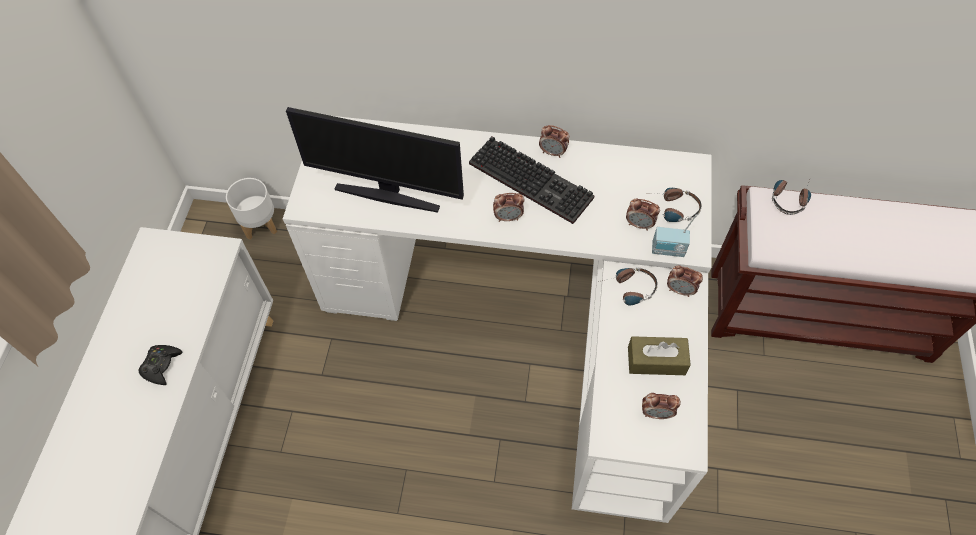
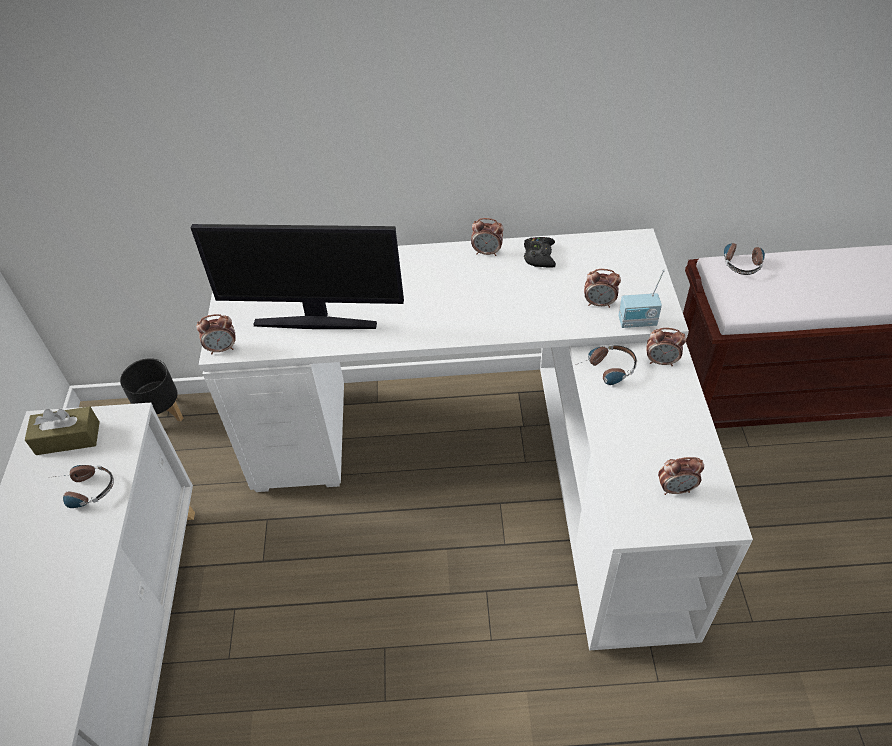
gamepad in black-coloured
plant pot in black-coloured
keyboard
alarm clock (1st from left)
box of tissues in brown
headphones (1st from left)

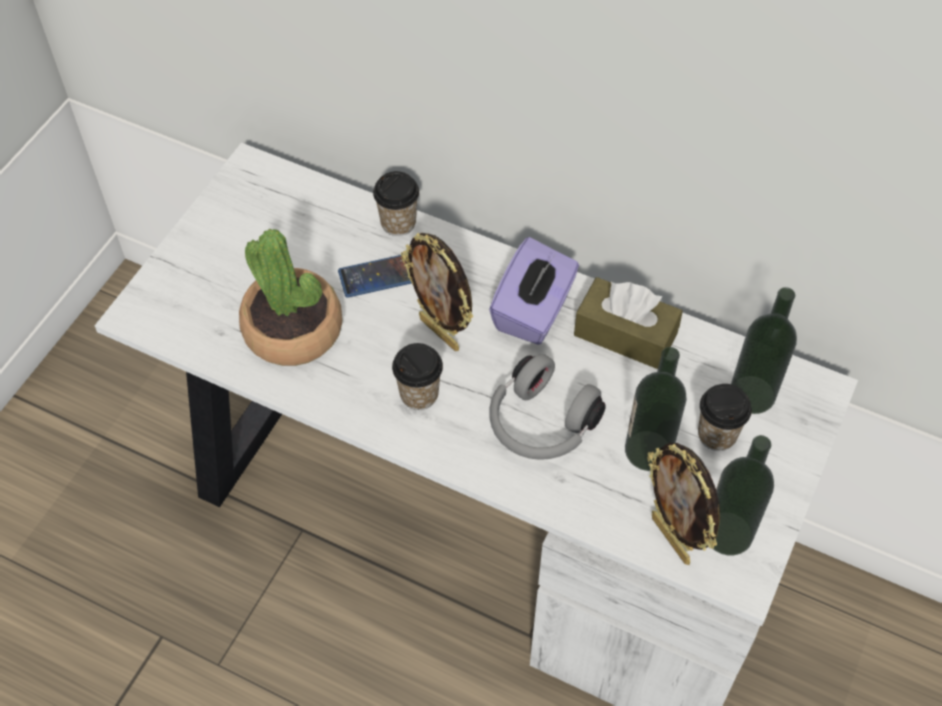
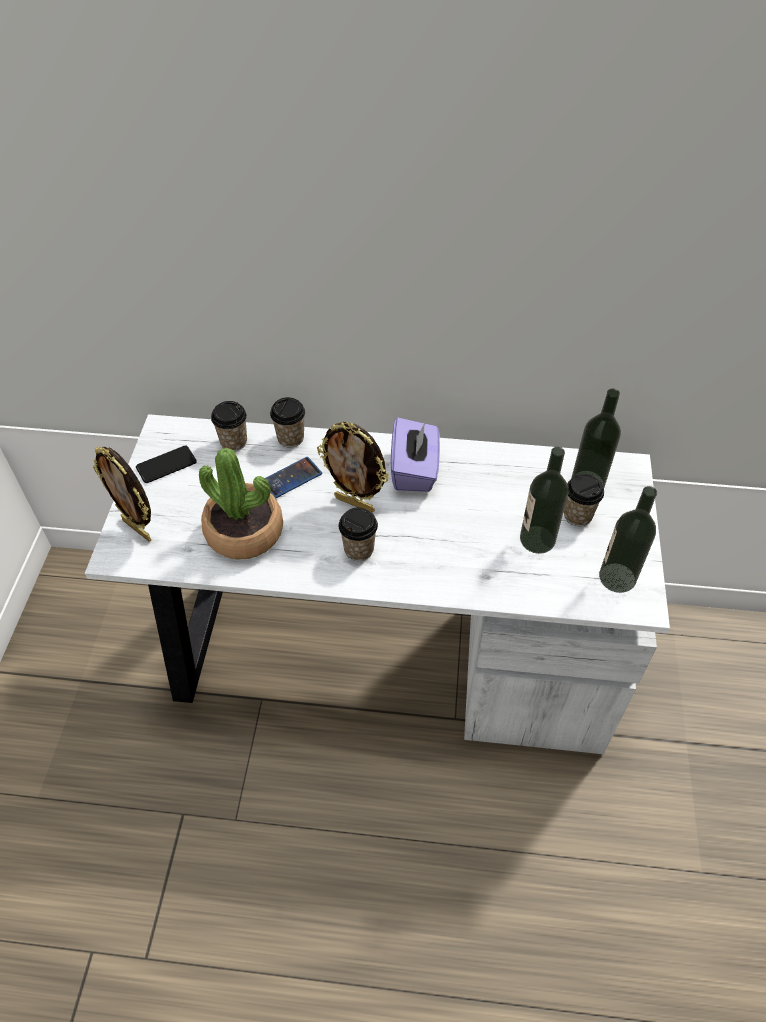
headphones in gray
box of tissues in brown
standing frame (1st from left)
handset (1st from left)
small cup (1st from left)

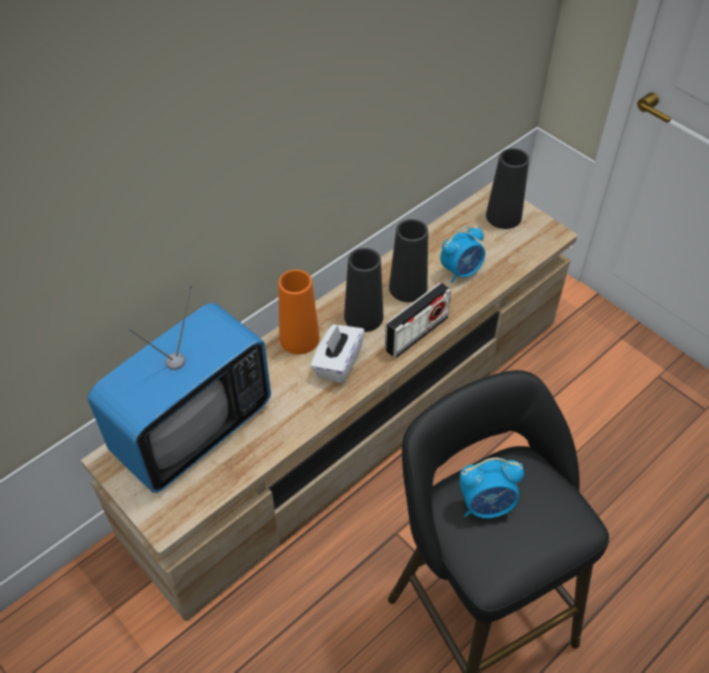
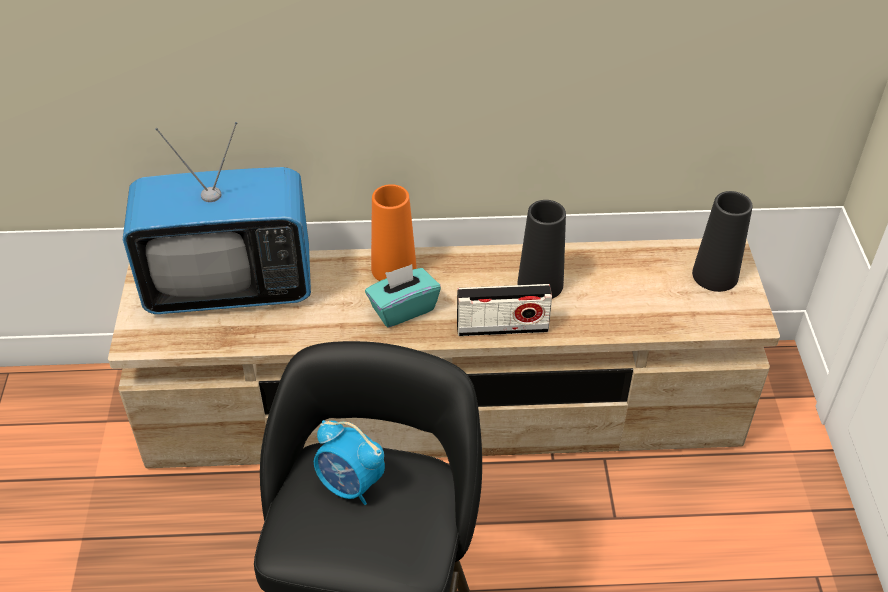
box of tissues in turquoise
flower vase in black-coloured (1st from left in the first image)
alarm clock (1st from left in the first image)

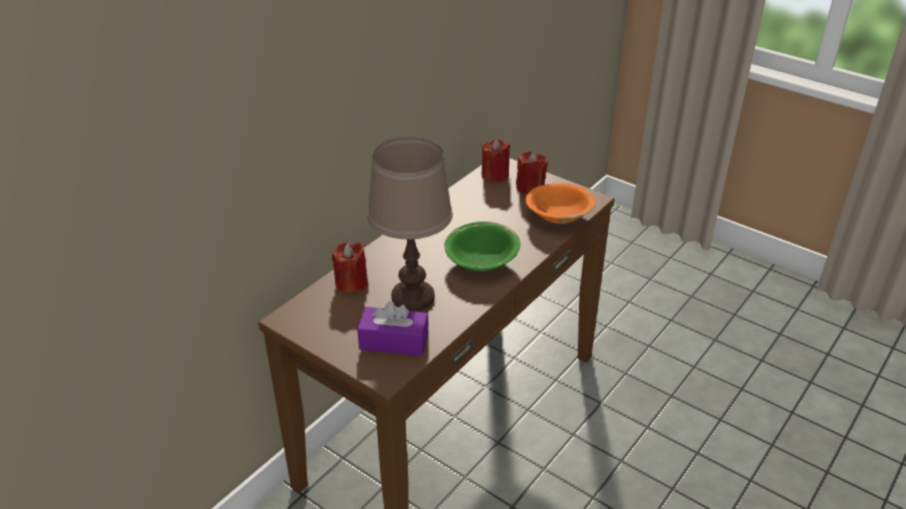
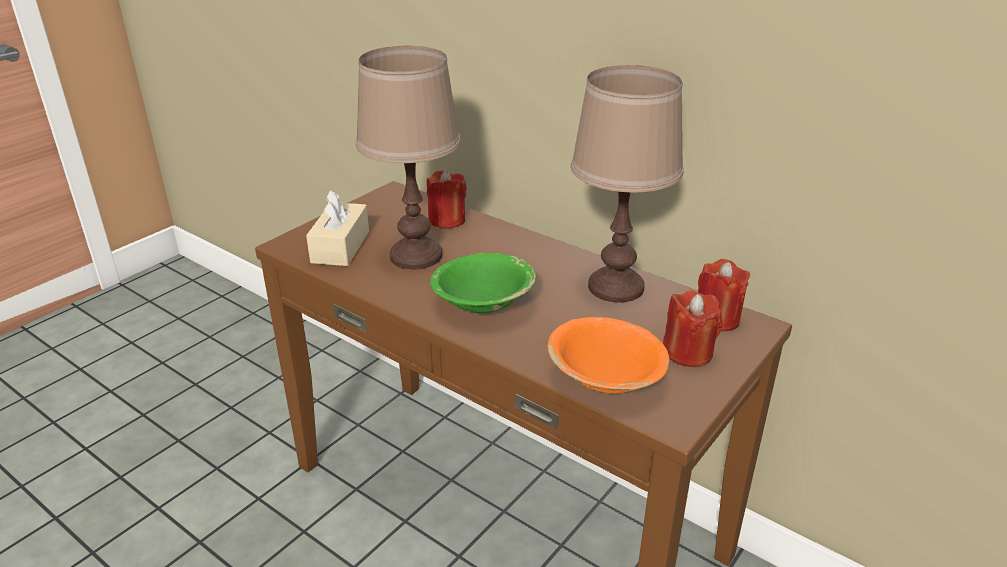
box of tissues in beige
tabletop lamp in brown (2nd from left)

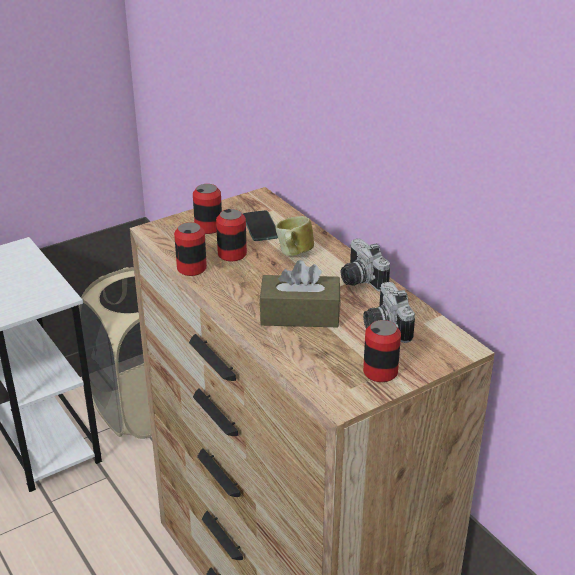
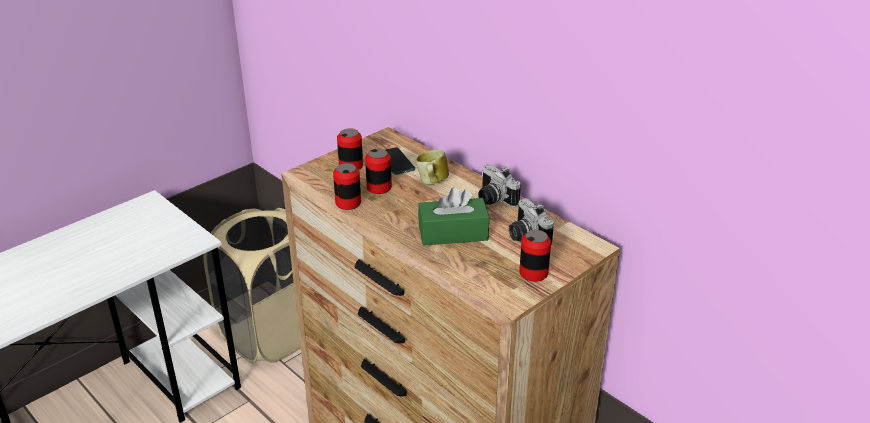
box of tissues in greenish

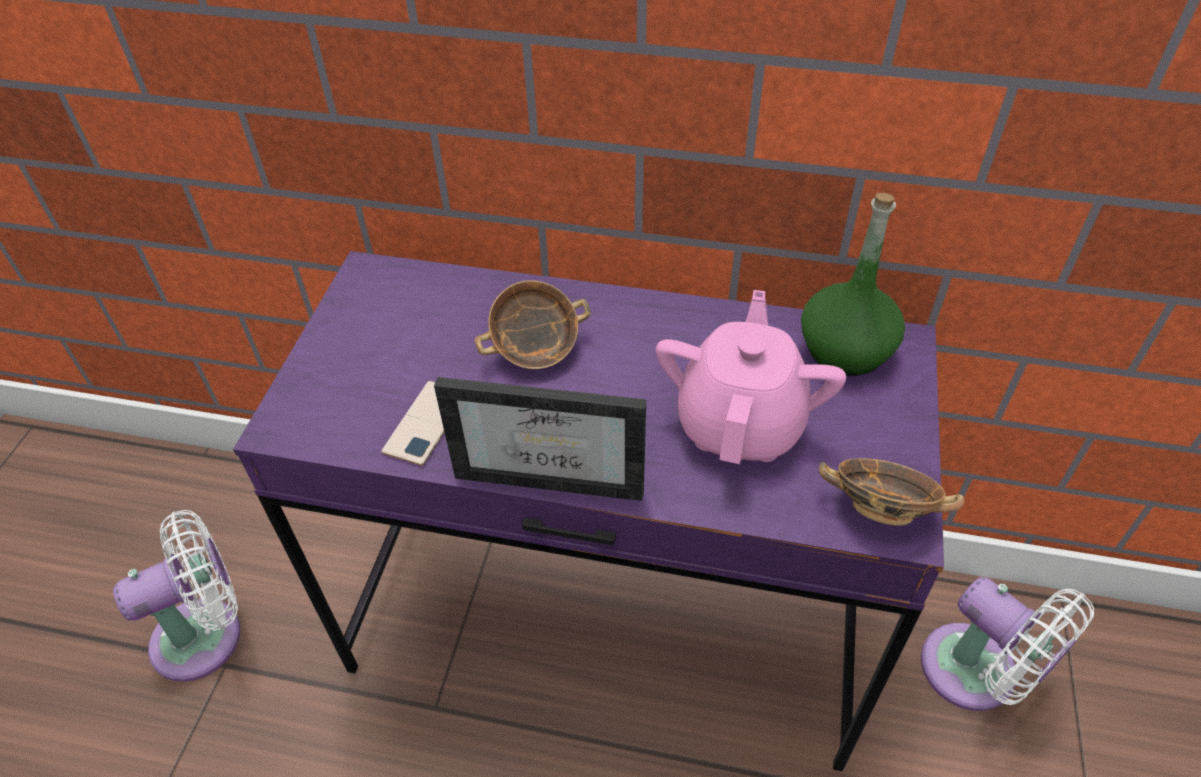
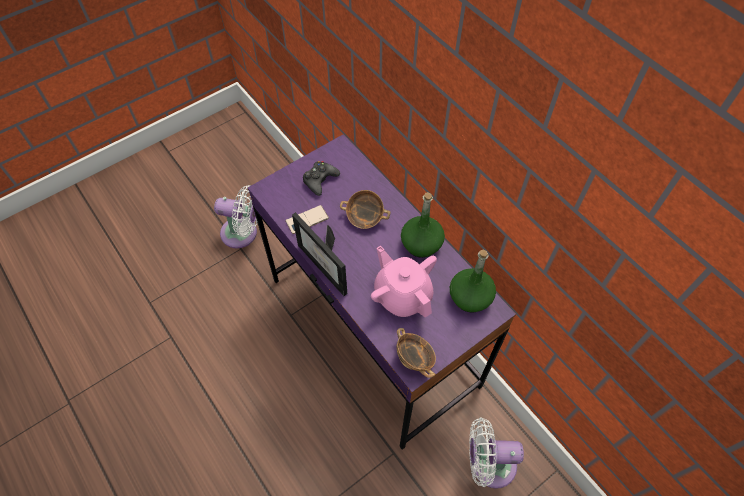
pot for tea in pink-coloured
fan in whitish (2nd from left)
gamepad in black-coloured
bottle in greenish (1st from left)

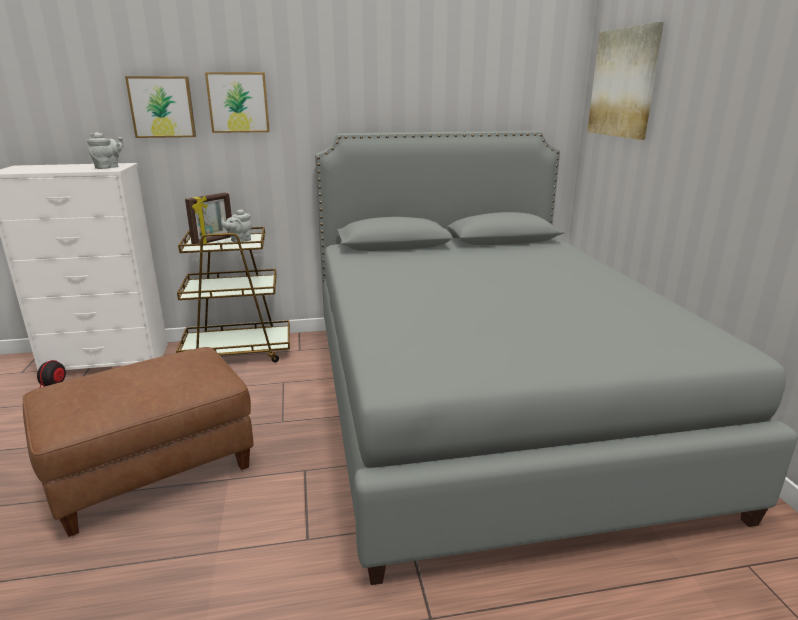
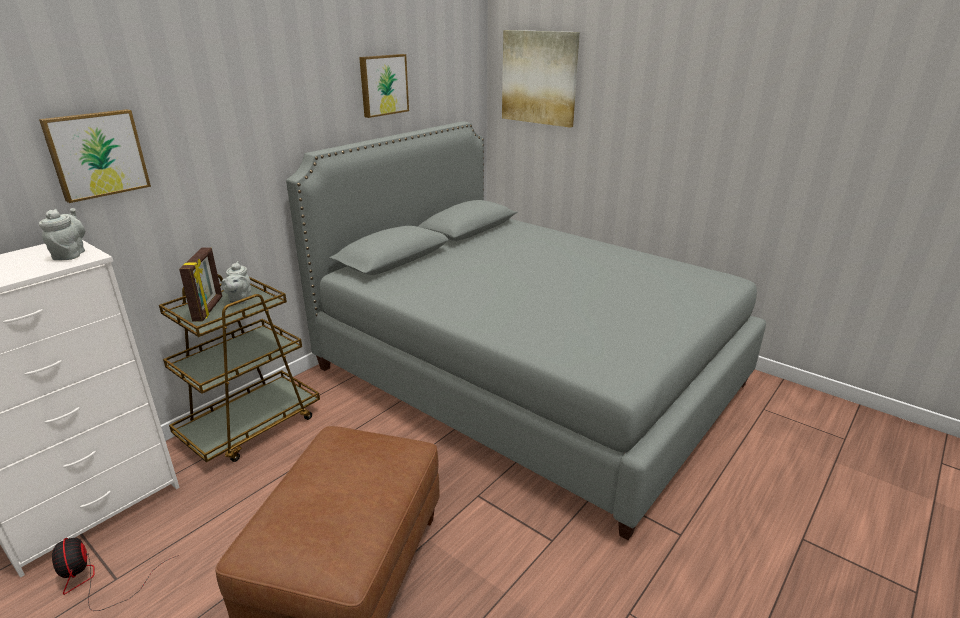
wall art (2nd from left)

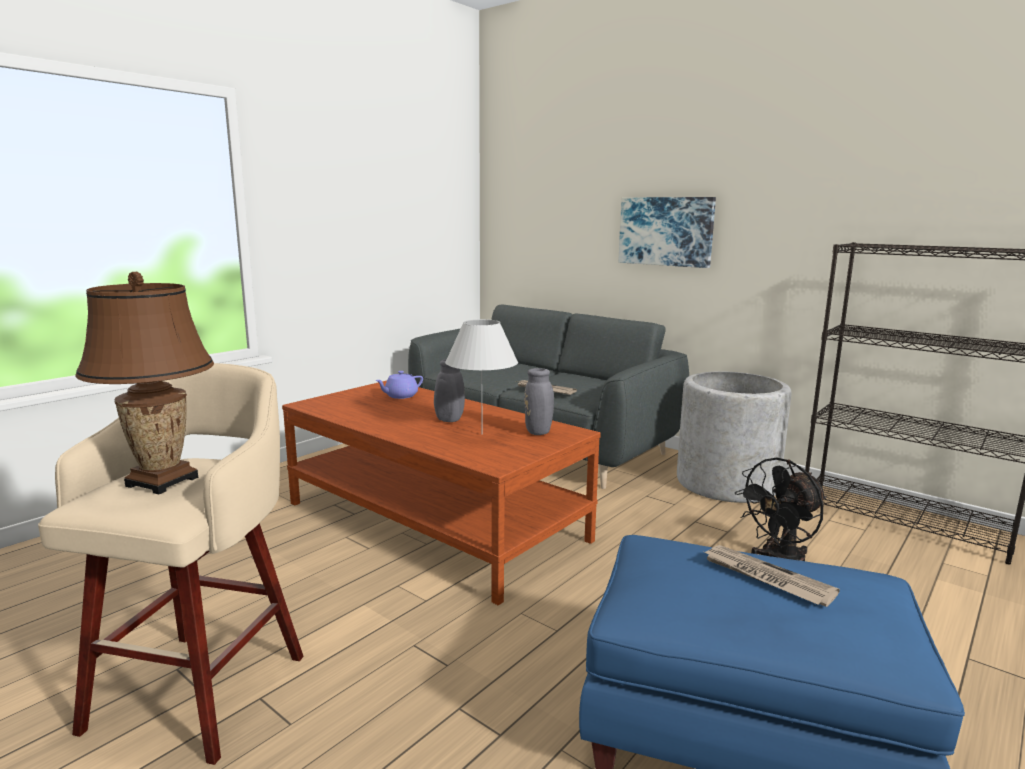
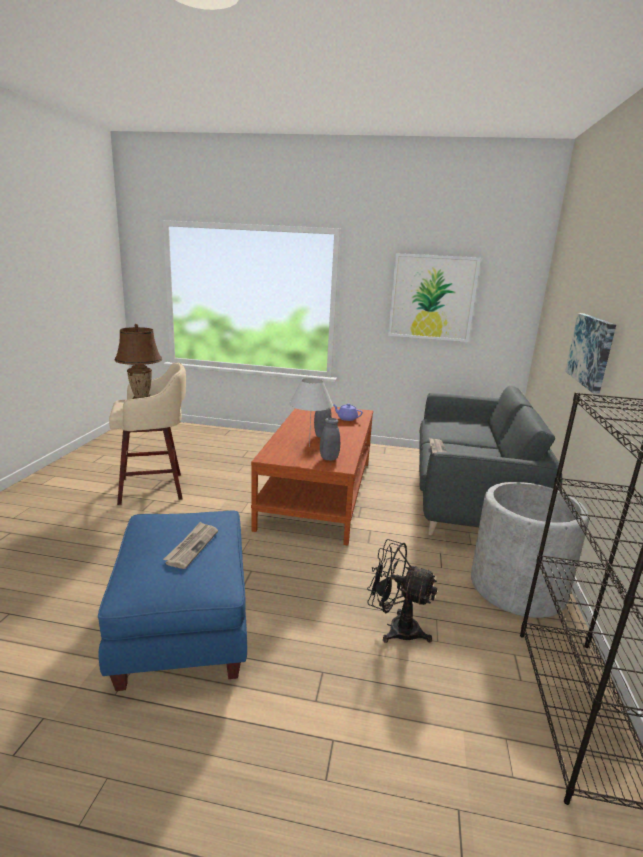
wall art (1st from left)

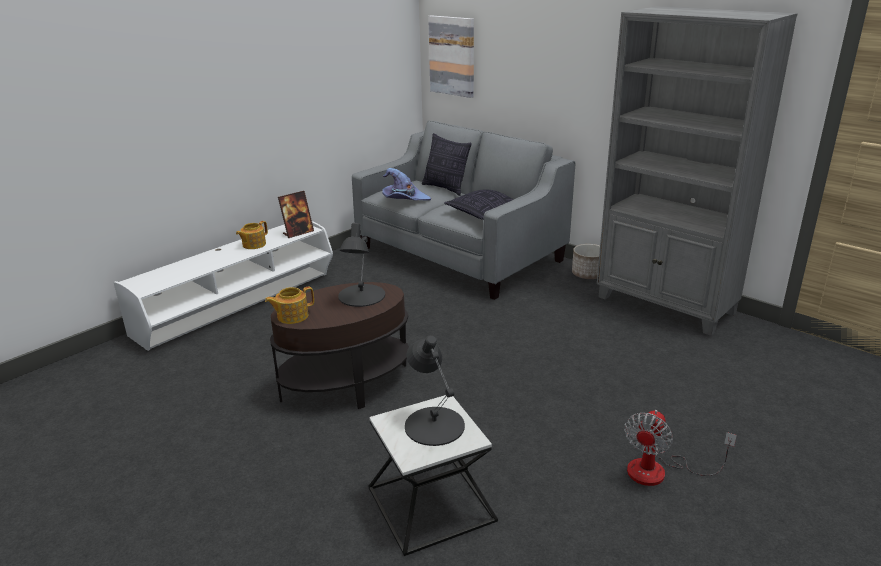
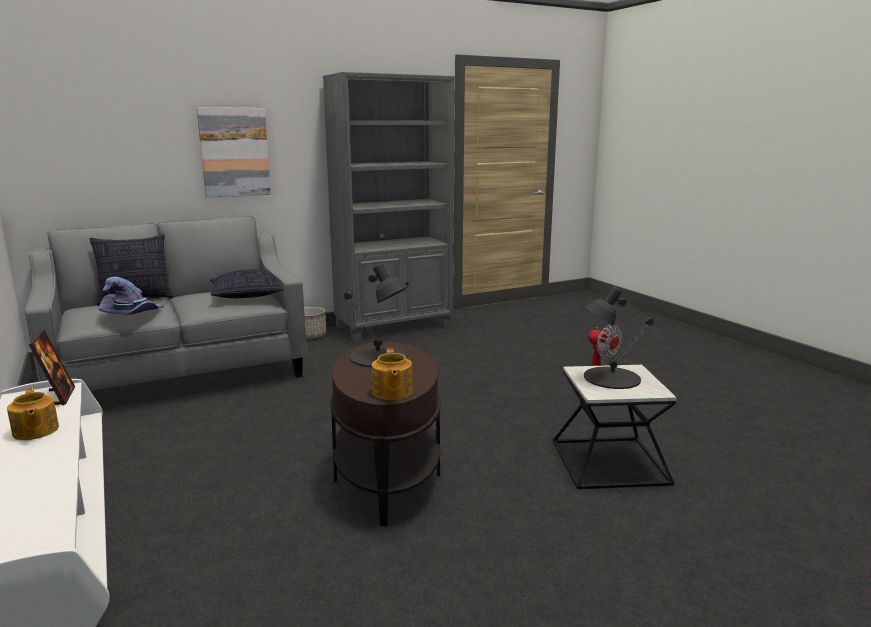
wall art

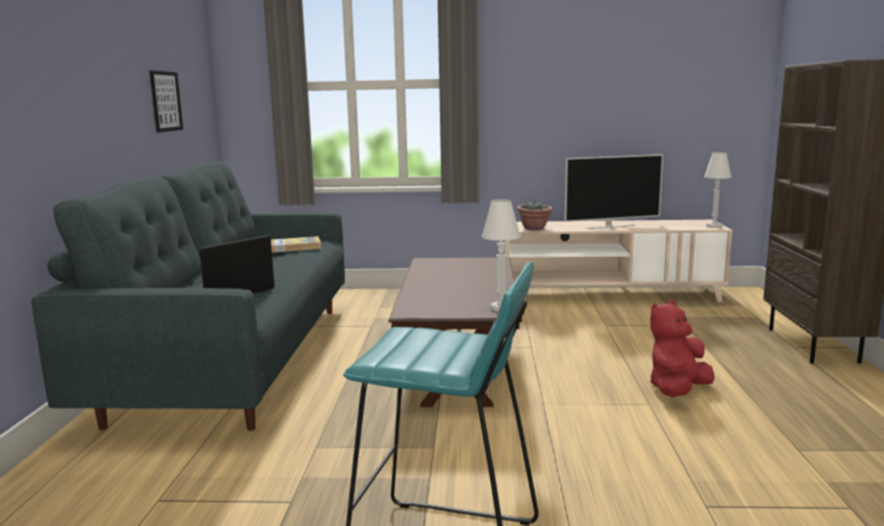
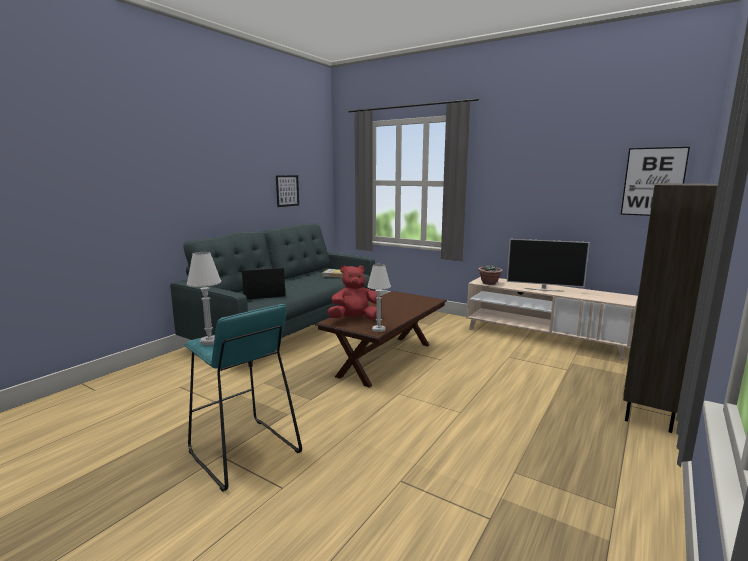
cuddly toy in red-coloured
tabletop lamp in whitish (1st from left)
wall art (2nd from left)

